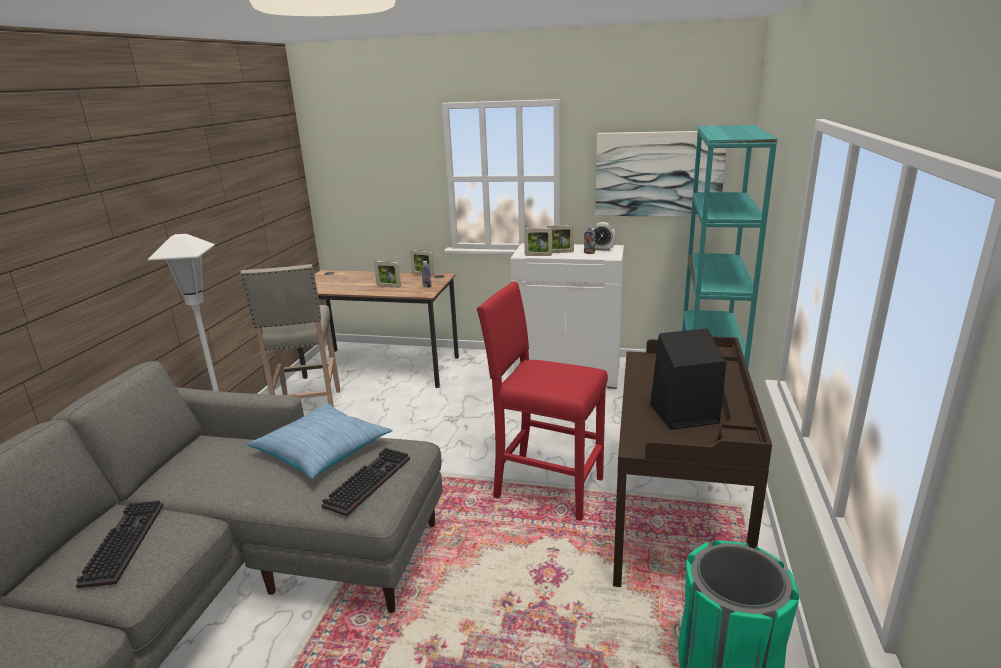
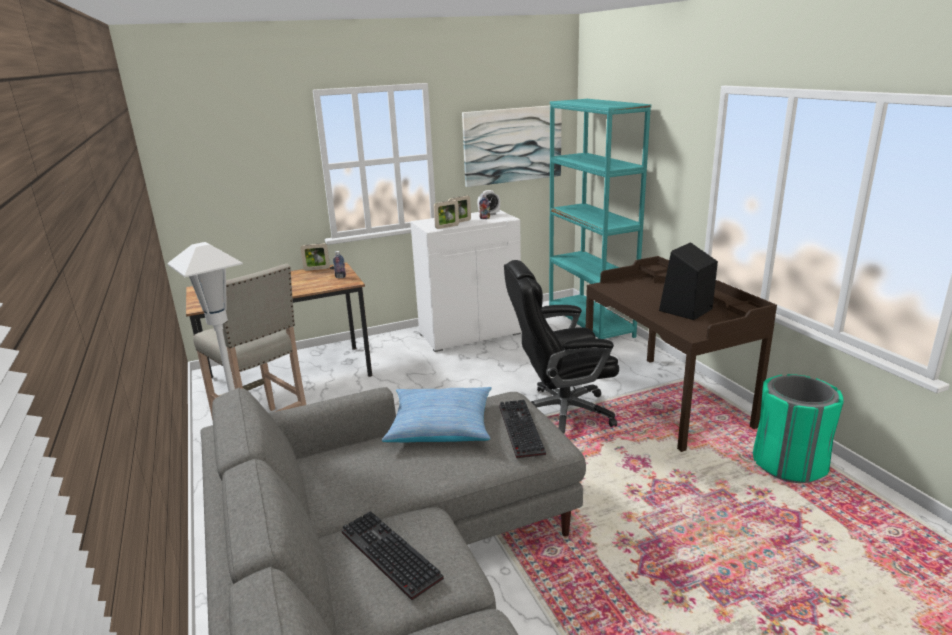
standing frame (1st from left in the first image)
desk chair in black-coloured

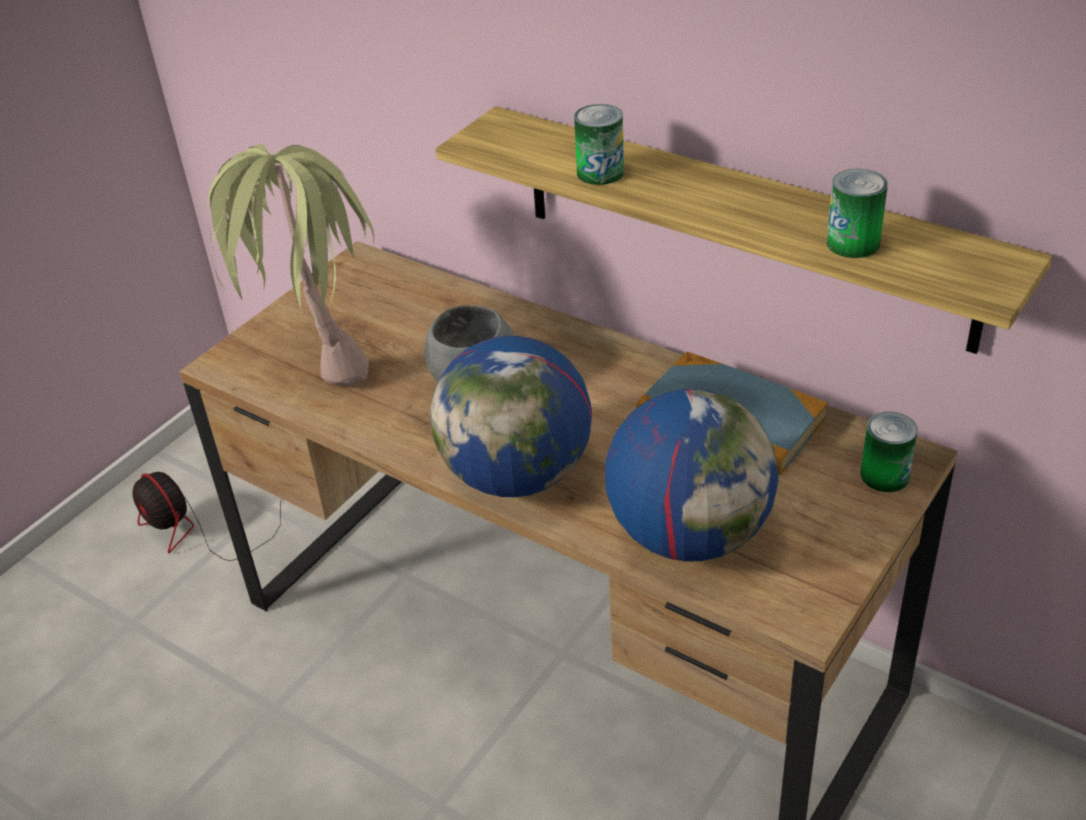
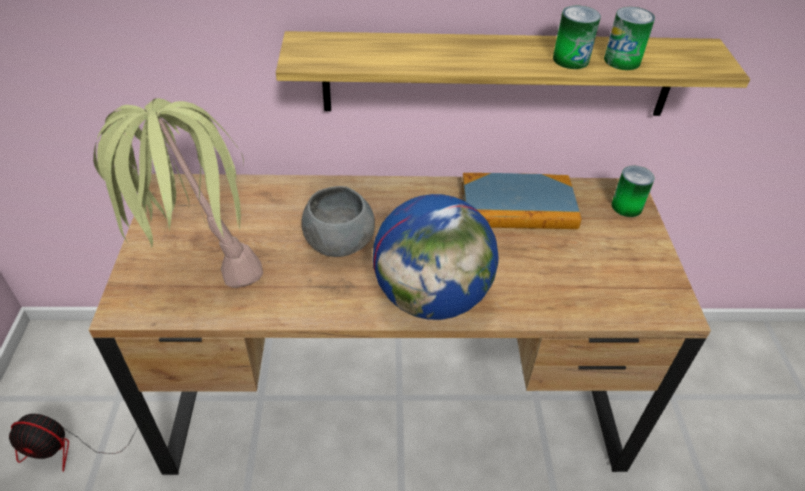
can (1st from left)
world globe (2nd from left in the first image)

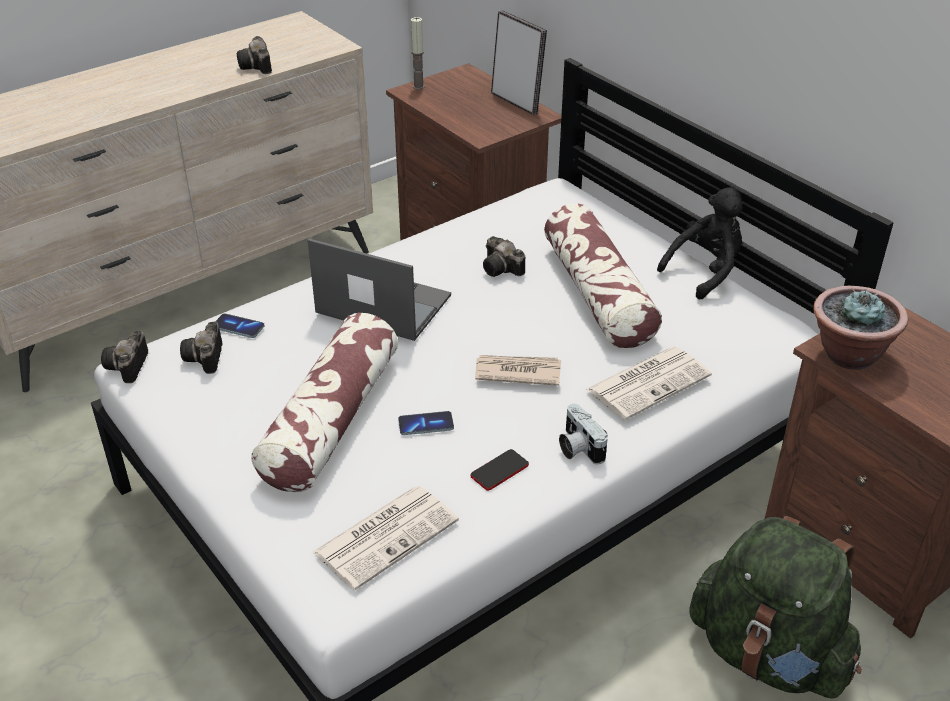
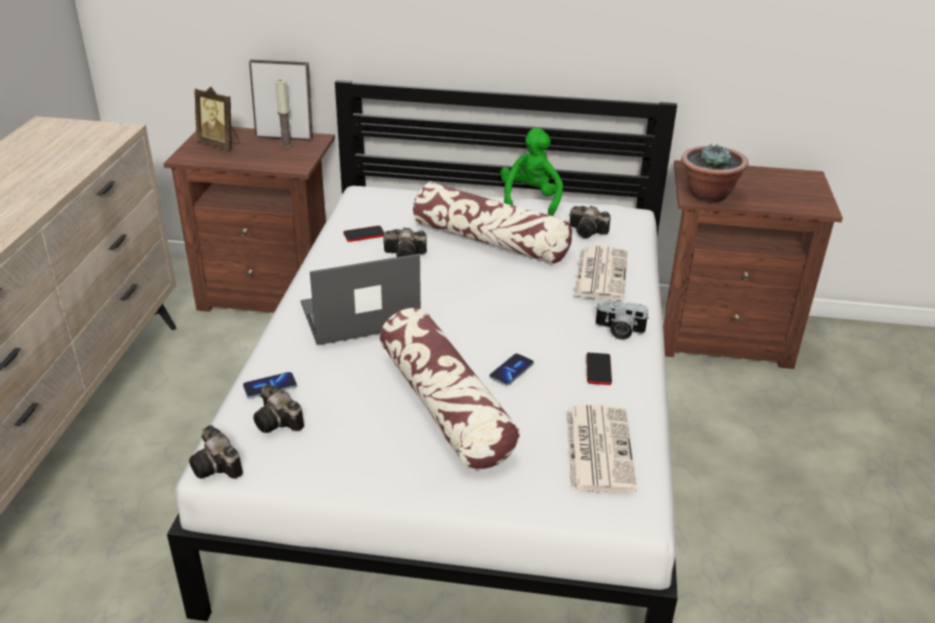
still camera (4th from left)
wax light
daily paper (2nd from left in the first image)
cuddly toy in greenish
knapsack in greenish
standing frame (1st from left)
handset (2nd from left)

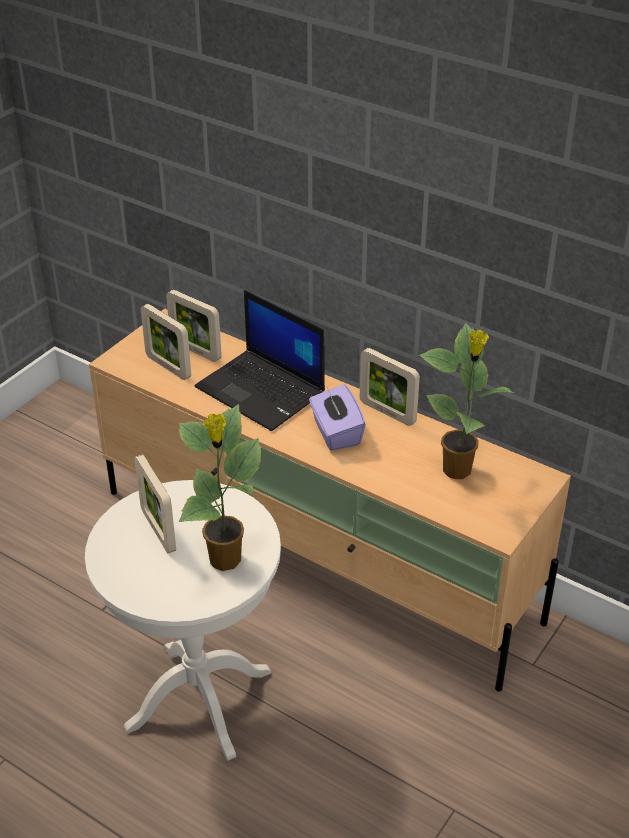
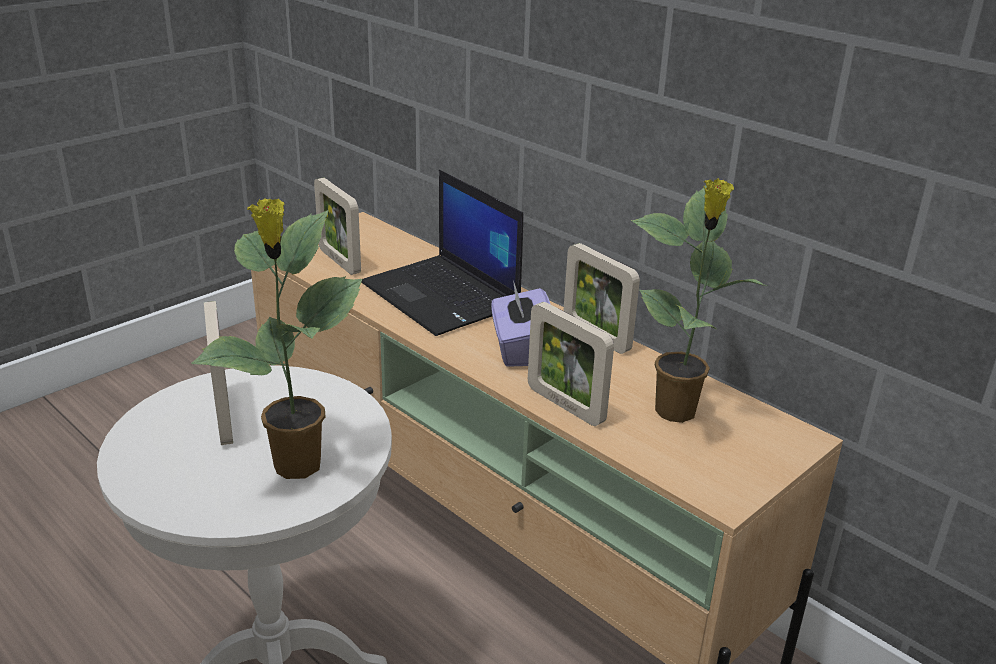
standing frame (3rd from left)

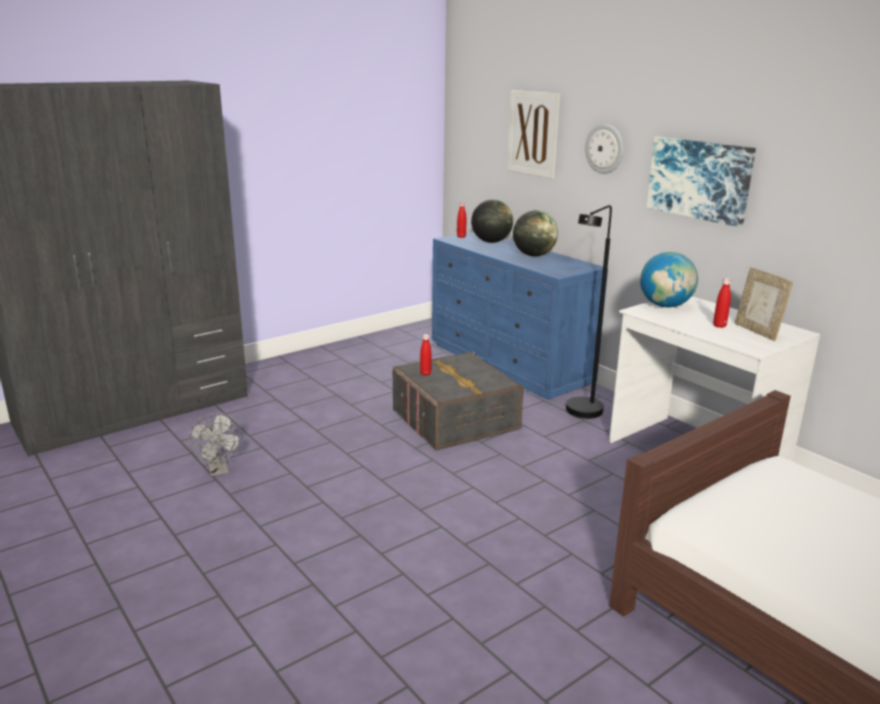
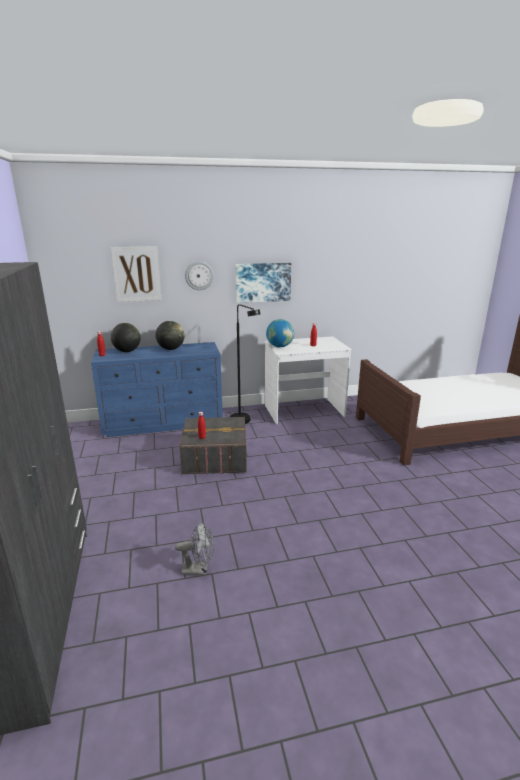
standing frame

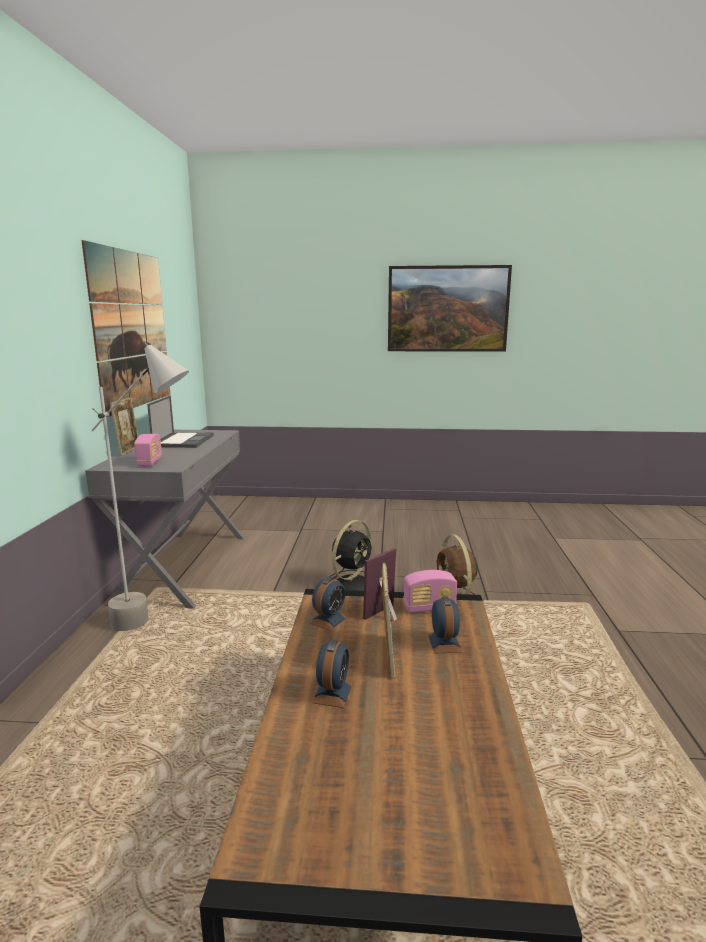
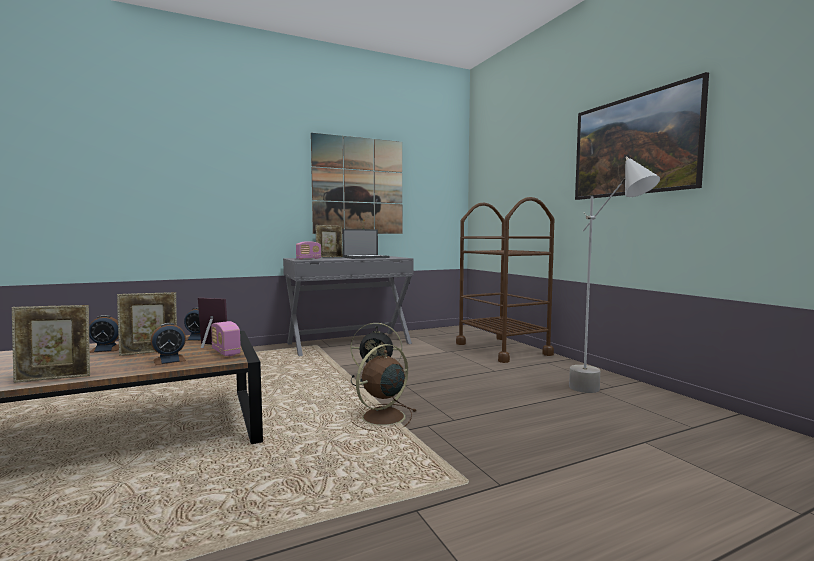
standing lamp in gray
standing frame (1st from left)
wheeled cart in brown

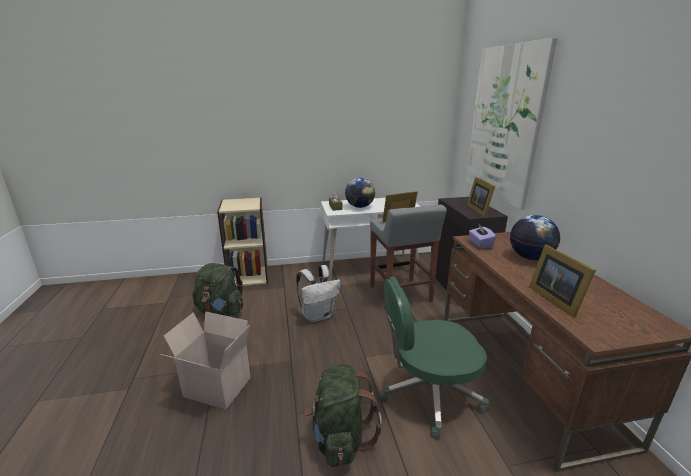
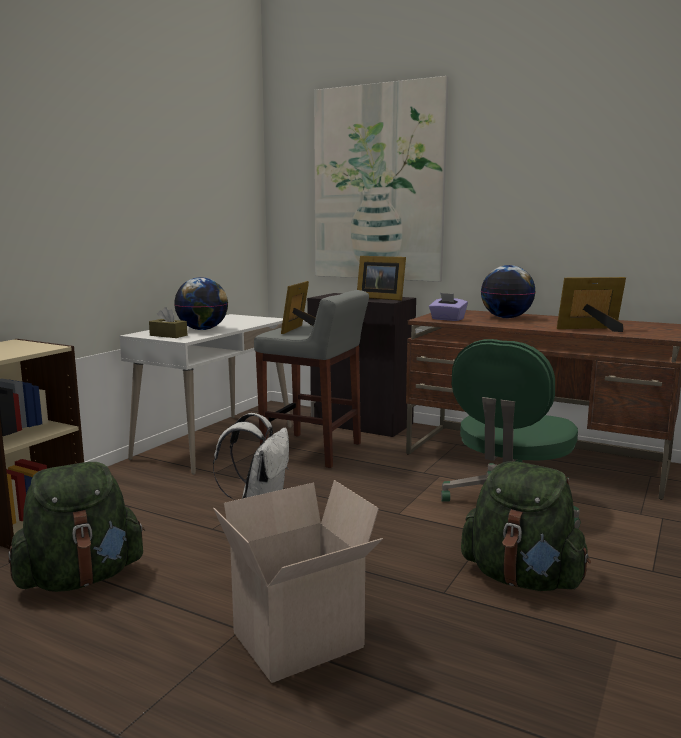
standing frame (3rd from left)

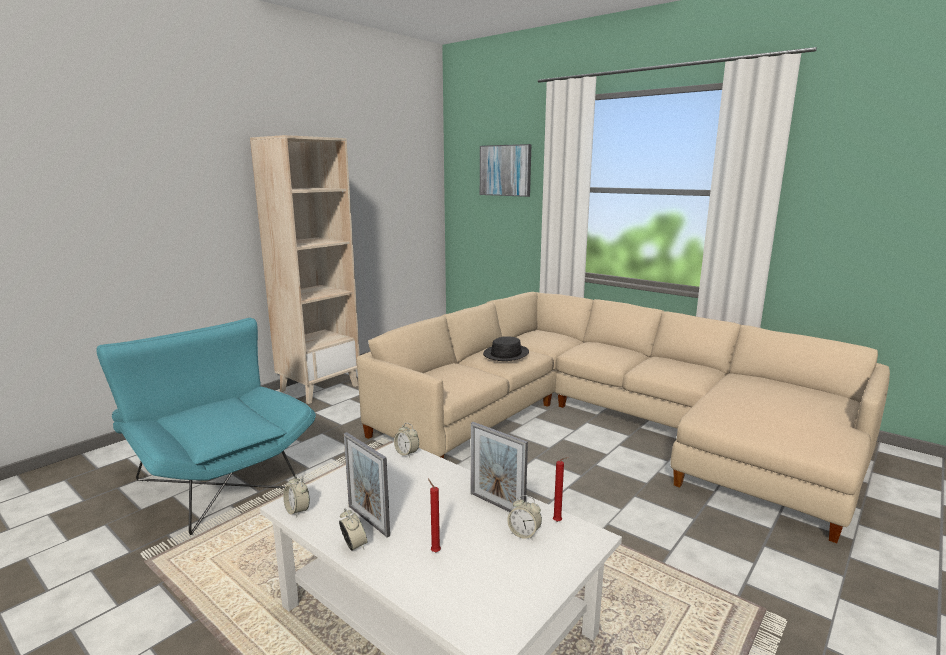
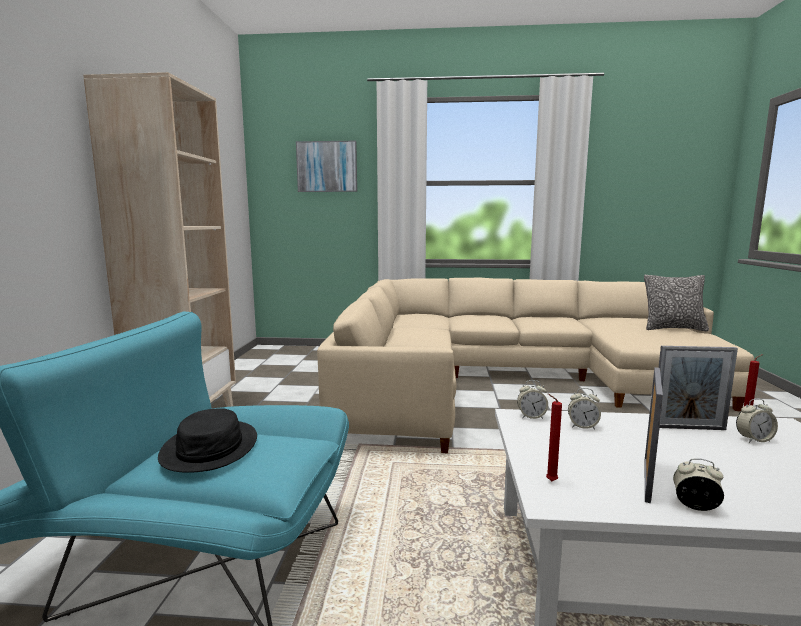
alarm clock (2nd from left)
standing frame (1st from left)
wax light in red-coloured (1st from left)
clothing hat in black-coloured
pillow

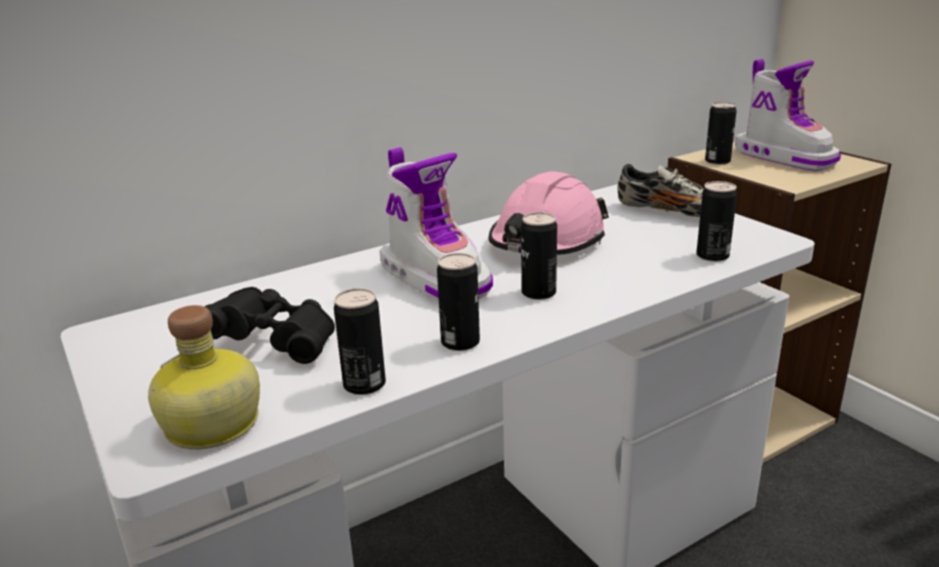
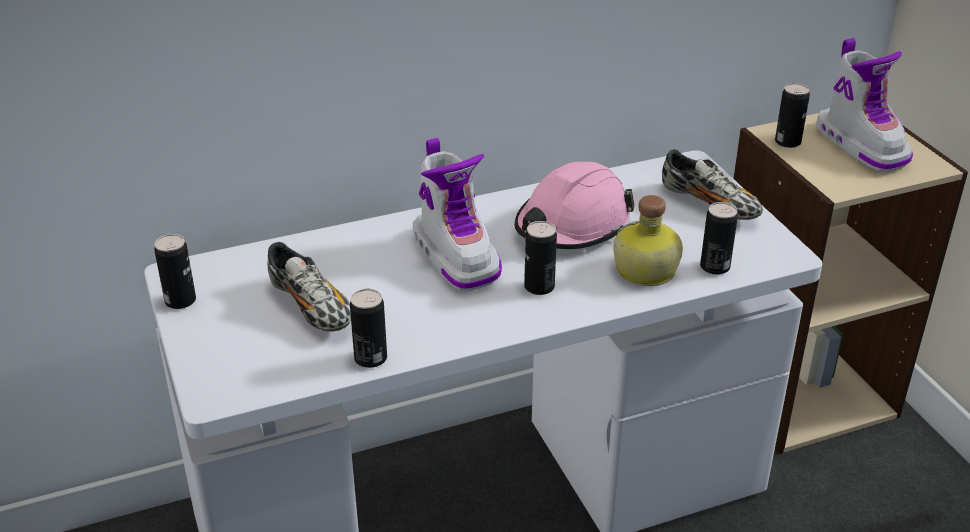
bottle
shoe (1st from left)
can (1st from left)

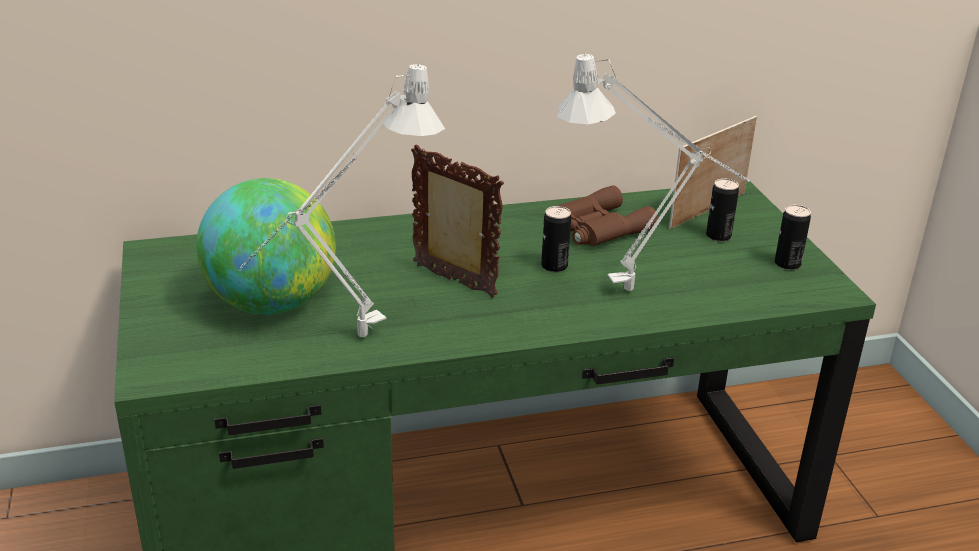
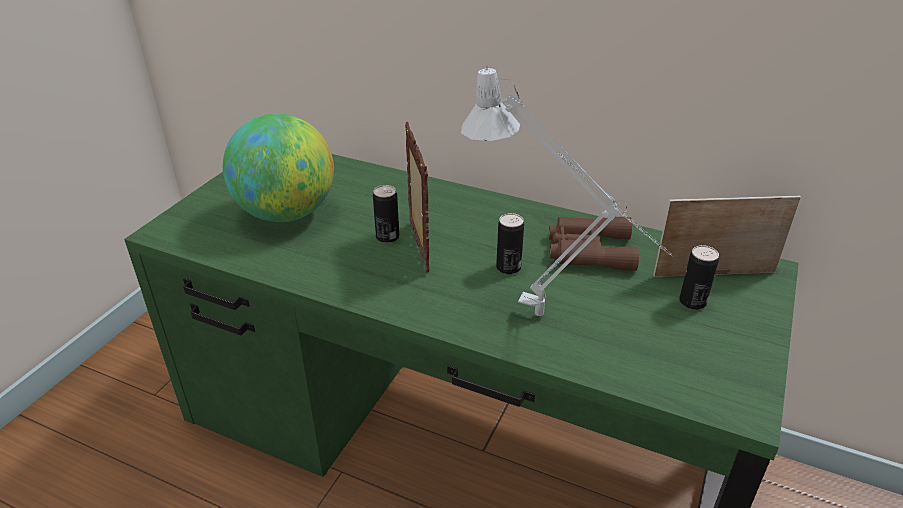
tabletop lamp in gray (1st from left in the first image)
can (1st from left)

